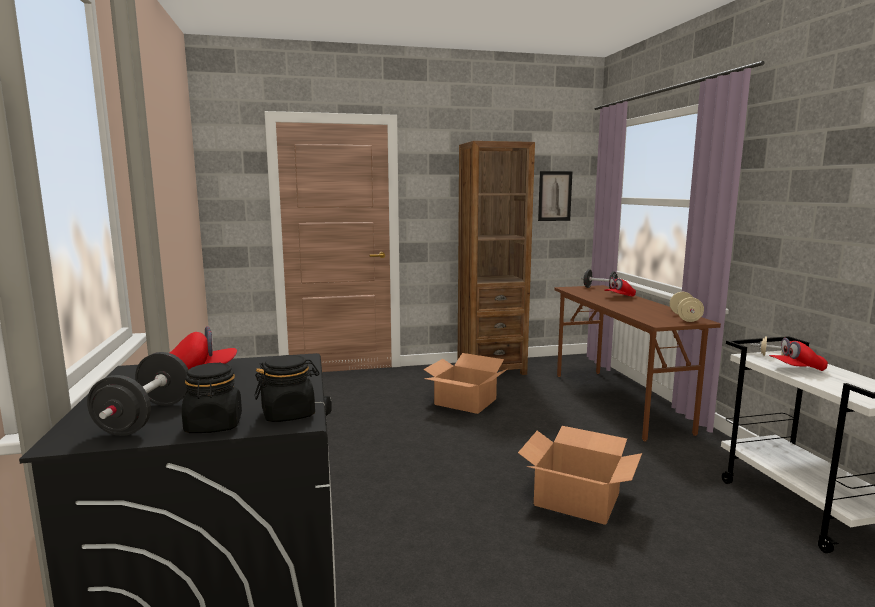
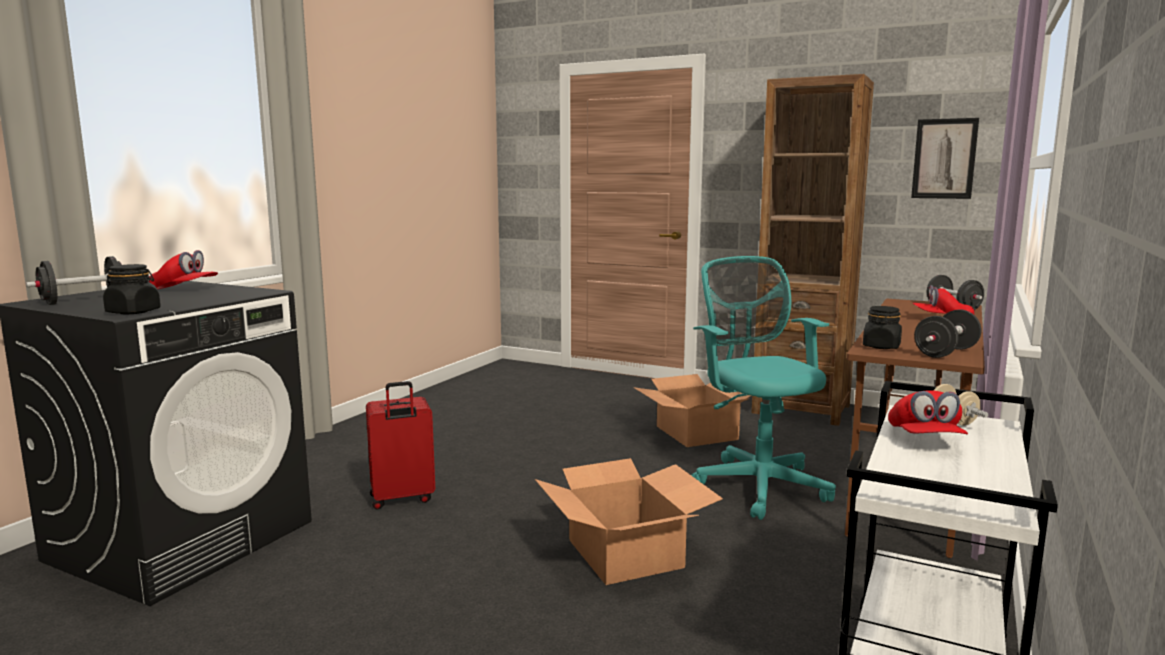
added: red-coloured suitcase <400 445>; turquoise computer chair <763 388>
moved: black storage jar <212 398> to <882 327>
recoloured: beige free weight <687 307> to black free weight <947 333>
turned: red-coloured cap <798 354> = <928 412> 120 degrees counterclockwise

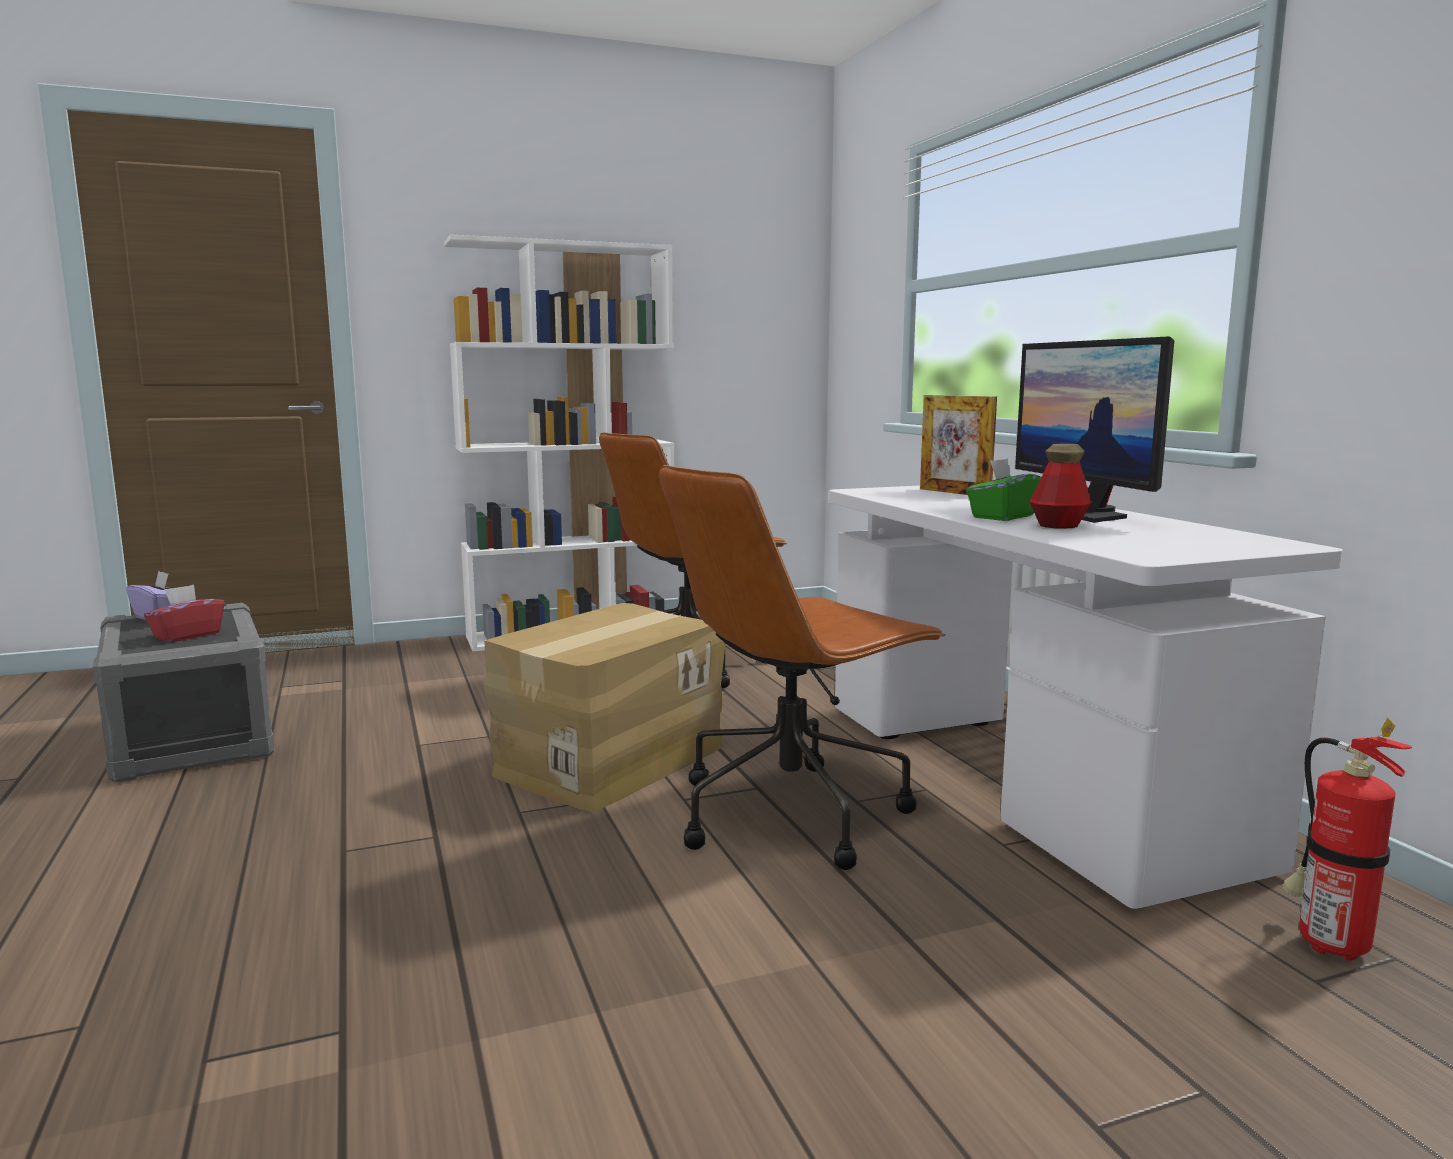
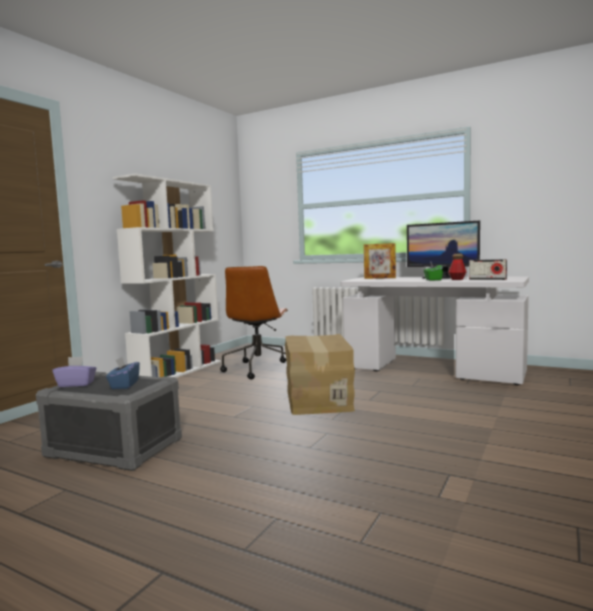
removed: brown-coloured computer chair <802 667>; fire-fighting cylinder <1347 839>
added: radio <488 269>
recoloured: red-coloured tissue box <184 614> to bluish tissue box <123 373>

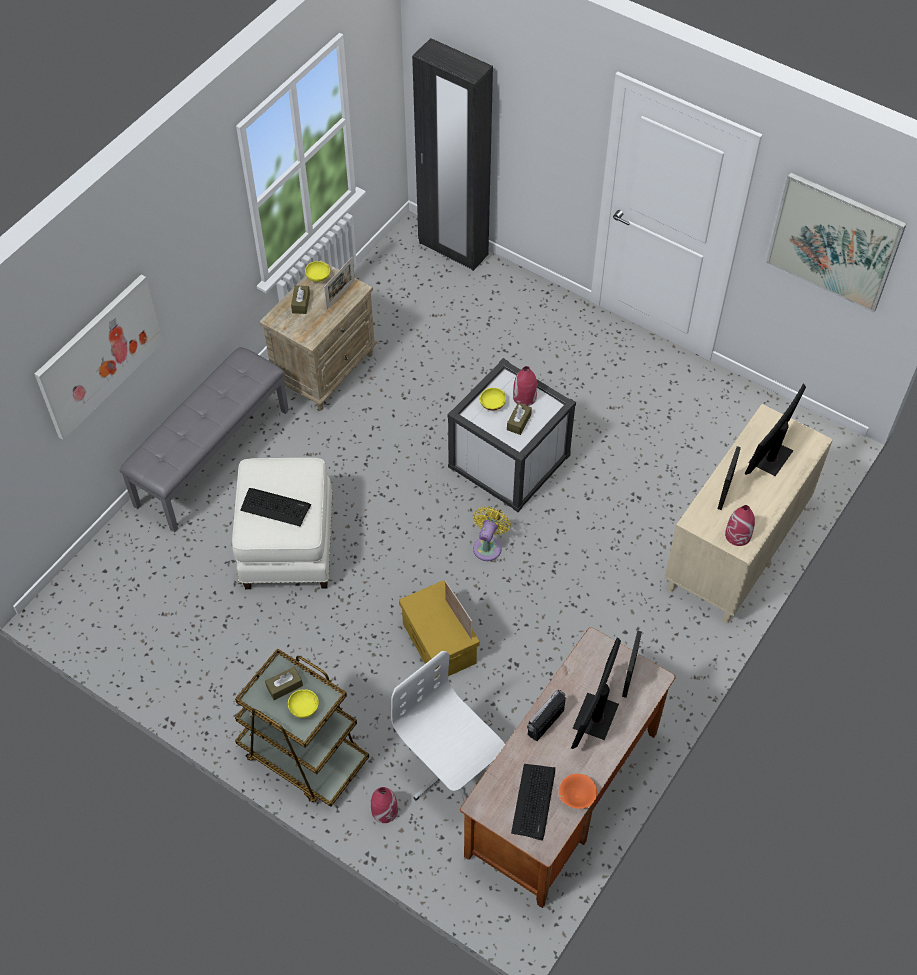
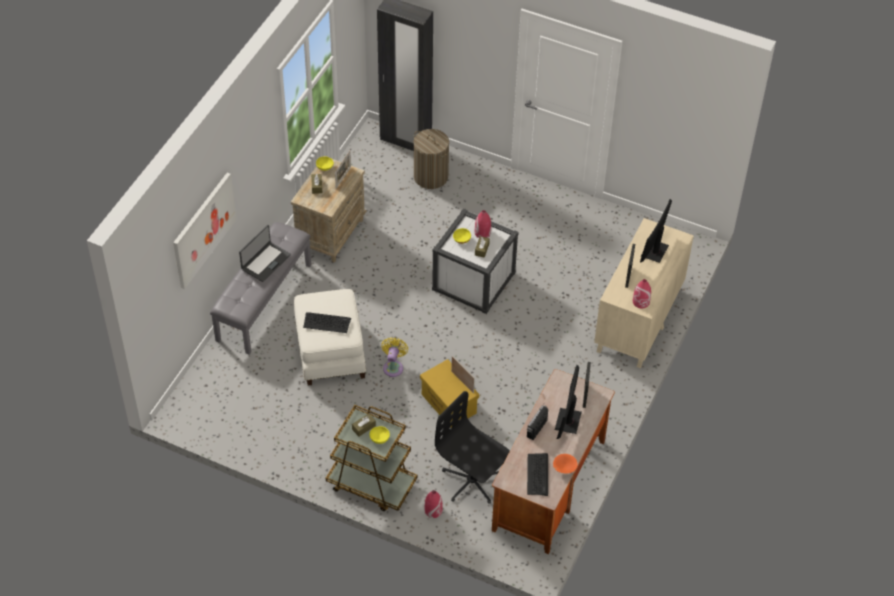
removed: wall picture <836 242>
added: laptop <265 253>; washing basket <431 159>
moved: yellow-coloured cooling fan <492 534> to <394 357>
recoloured: white-coloured computer chair <448 726> to black computer chair <472 447>

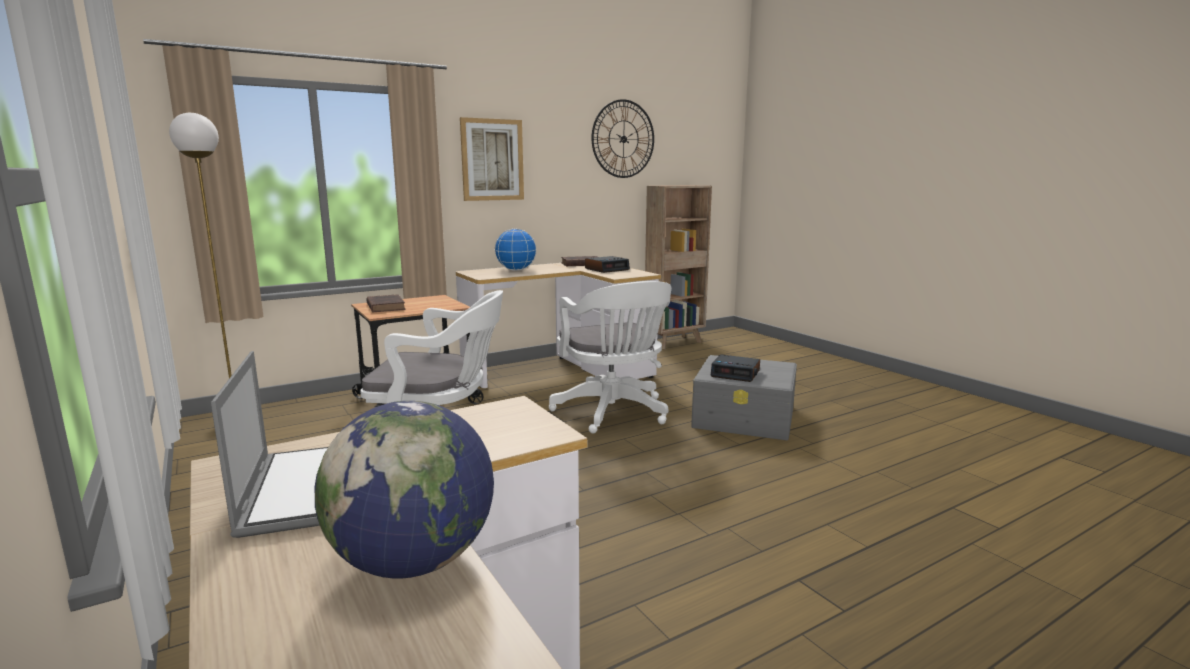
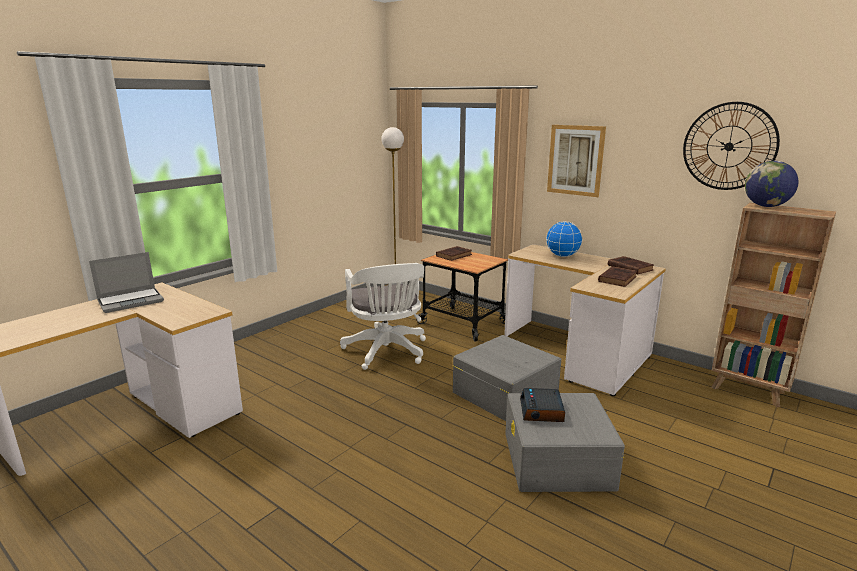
moved: world globe <404 489> to <772 184>
replaced: white-coloured computer chair <609 357> to gray storage bin <506 378>; table clock <607 264> to brown-coloured bound book <617 276>

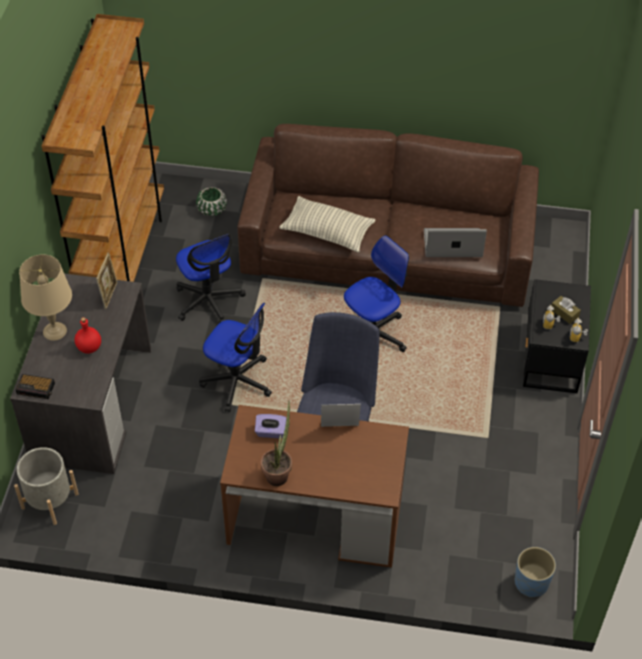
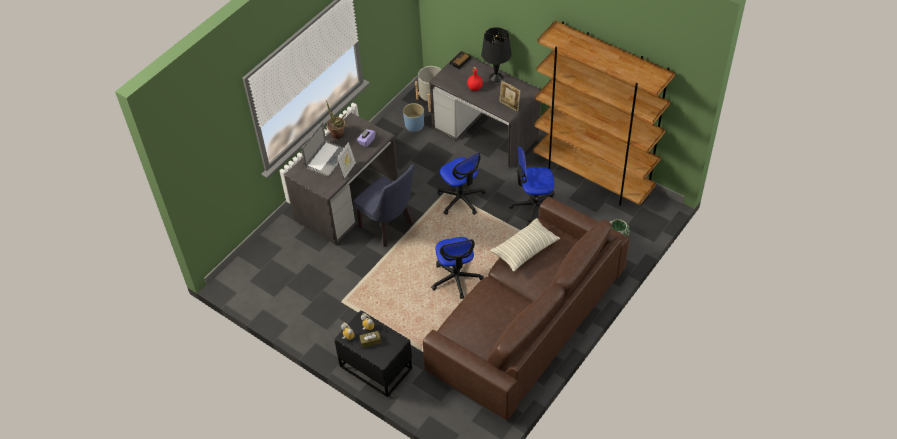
moved: laptop <455 242> to <322 149>; bluish planter <535 572> to <413 117>
recoloured: beige tabletop lamp <45 298> to black tabletop lamp <496 55>; brown-coloured desk table <314 486> to gray desk table <341 179>
turned: computer chair <235 357> = <462 183> 90 degrees counterclockwise

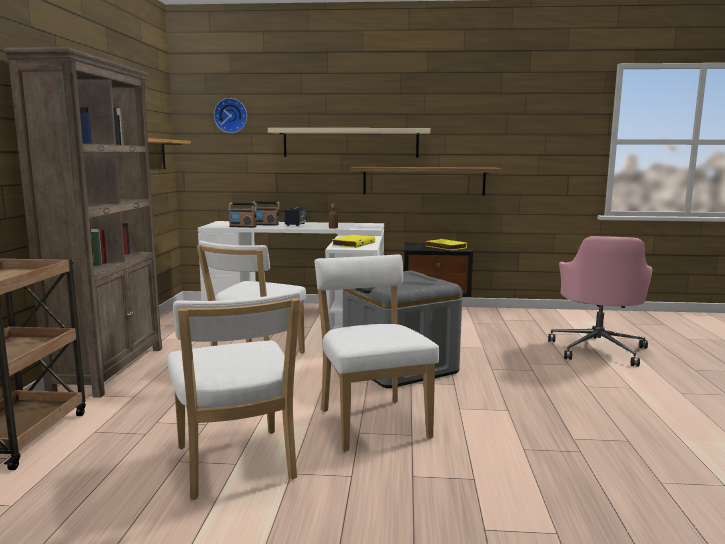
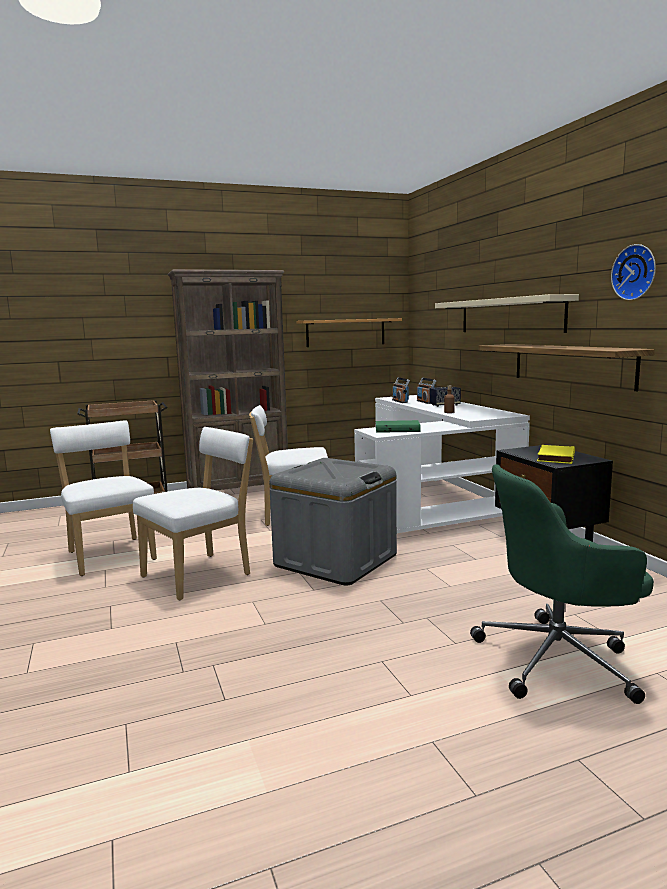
moved: wall clock <230 115> to <633 272>
recoloured: yellow-coloured bound book <353 241> to green-coloured bound book <398 426>; pinkish computer chair <600 301> to green-coloured computer chair <562 584>
turned: white-coloured upright chair <234 395> = <103 498> 105 degrees clockwise

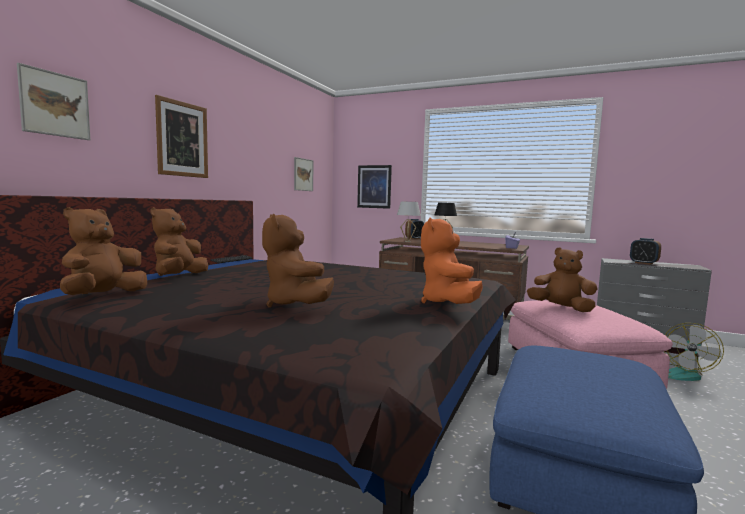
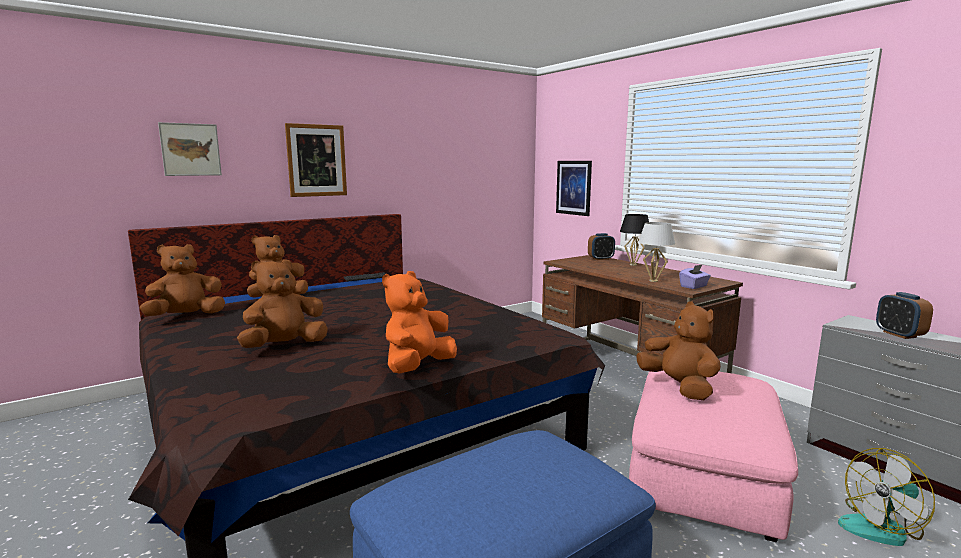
removed: wall picture <304 174>
moved: white-coloured tabletop lamp <409 221> to <656 252>
turned: brown-coloured plush toy <298 260> = <282 303> 45 degrees clockwise

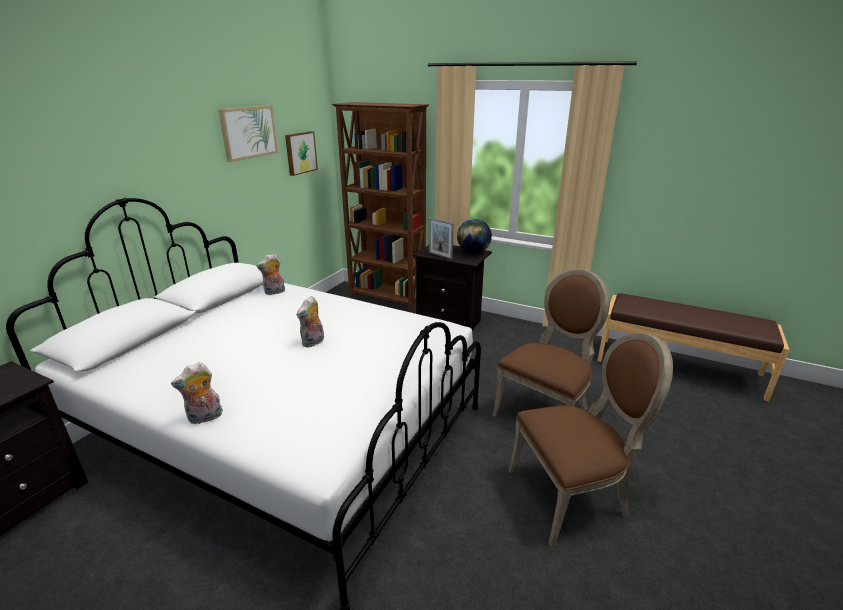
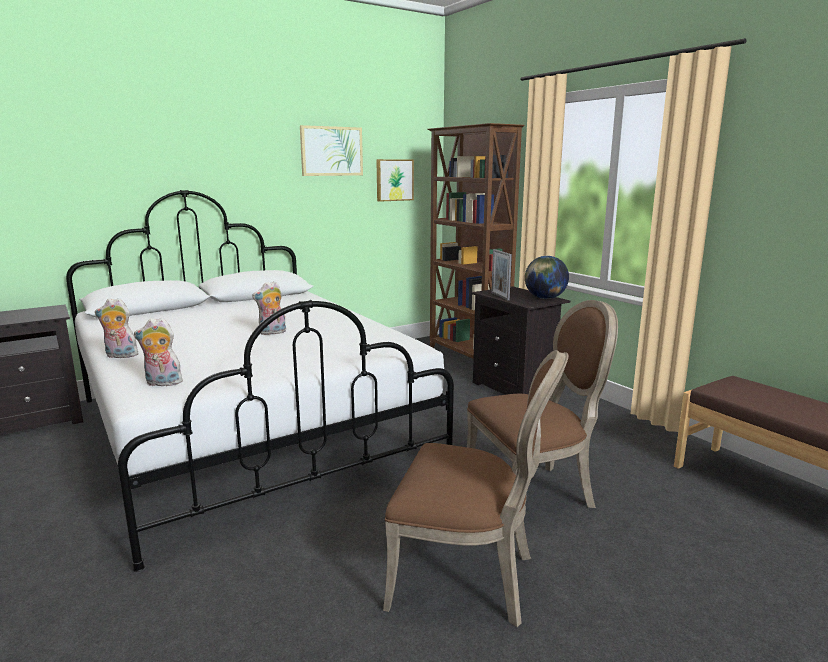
moved: plush toy <270 274> to <158 352>

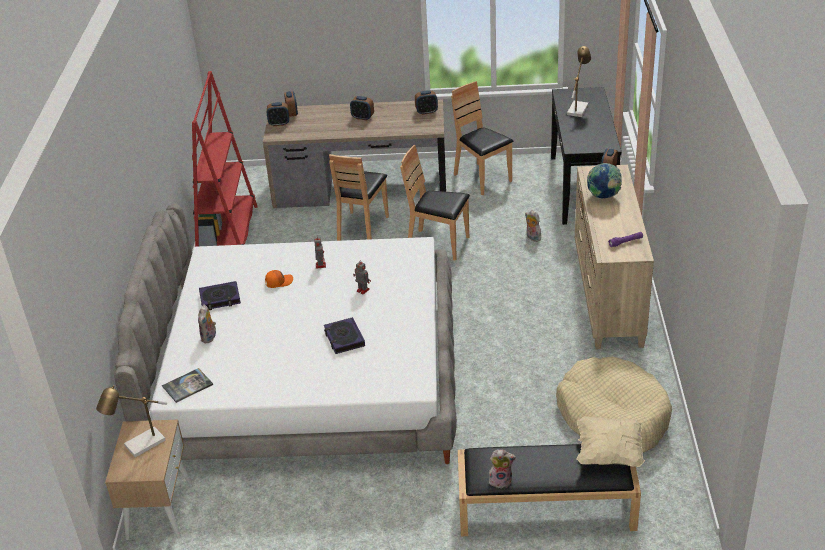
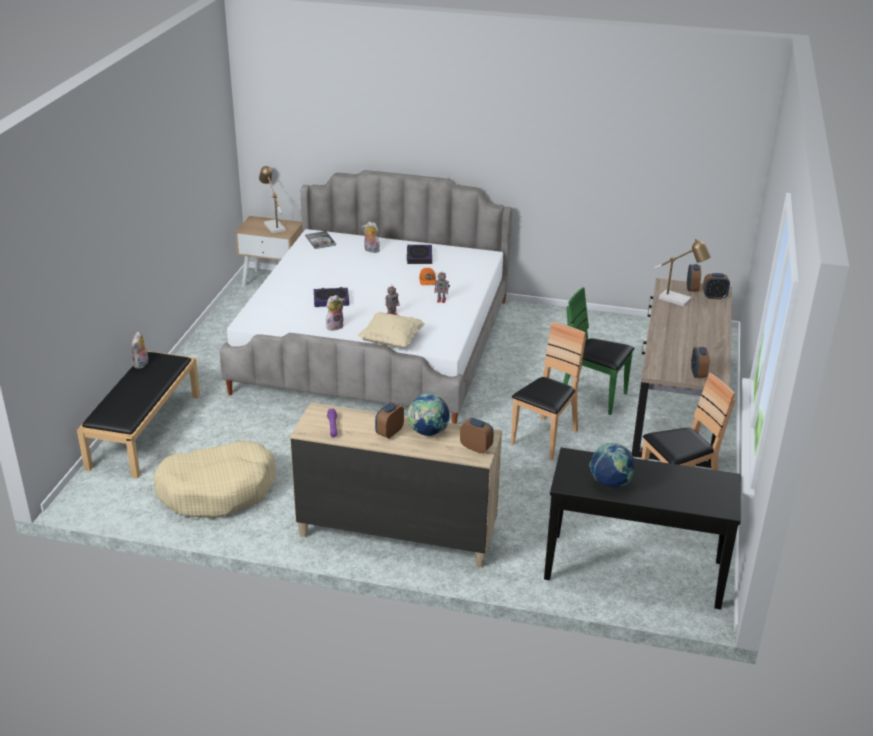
removed: red-coloured bookcase <225 159>
added: world globe <612 465>
moved: table clock <362 108> to <389 420>; plush toy <533 226> to <335 312>; tabletop lamp <579 81> to <682 273>; beige pillow <610 441> to <391 329>
recoloured: brown-coloured upright chair <359 197> to green-coloured upright chair <599 351>

